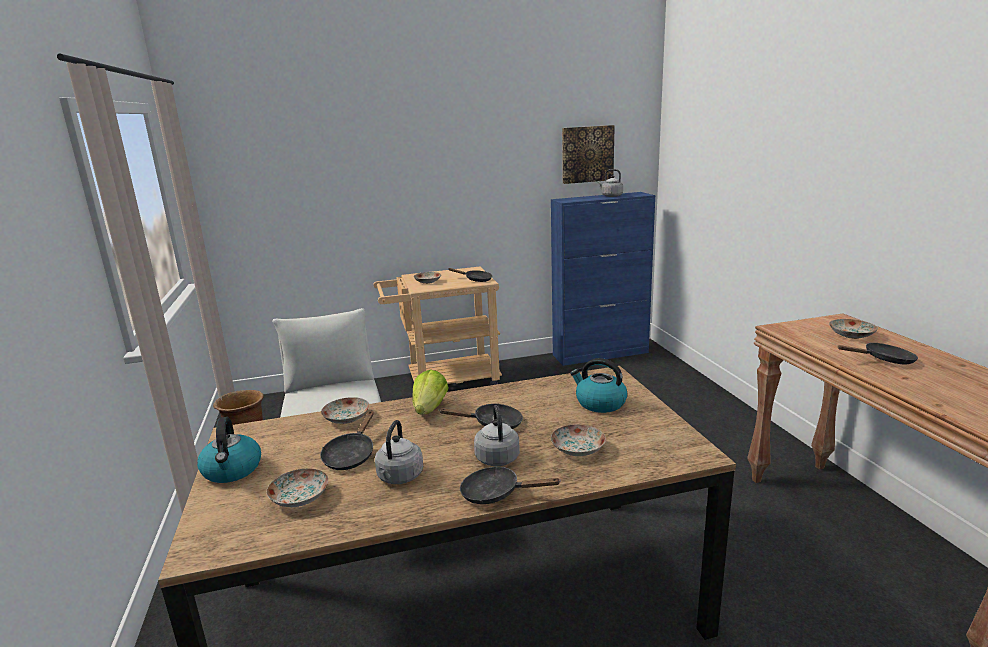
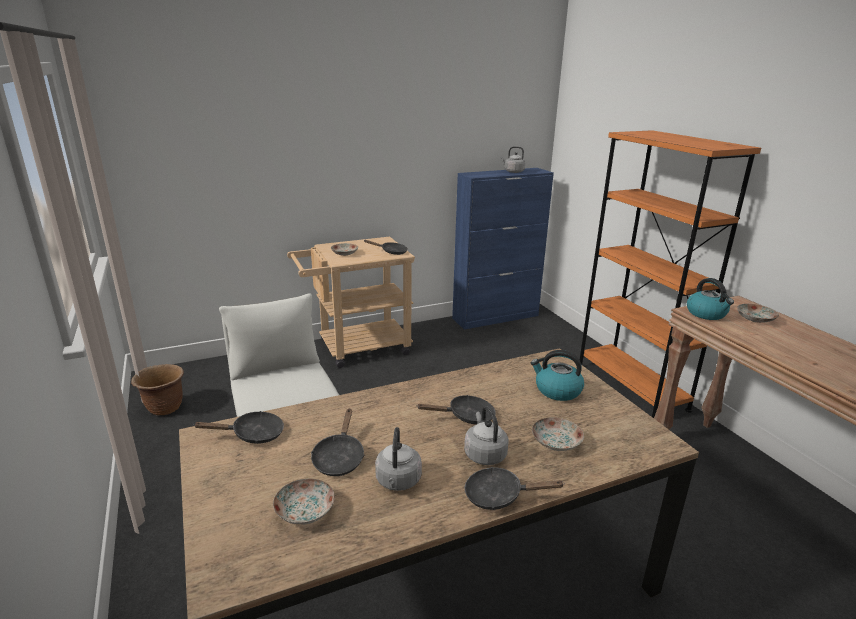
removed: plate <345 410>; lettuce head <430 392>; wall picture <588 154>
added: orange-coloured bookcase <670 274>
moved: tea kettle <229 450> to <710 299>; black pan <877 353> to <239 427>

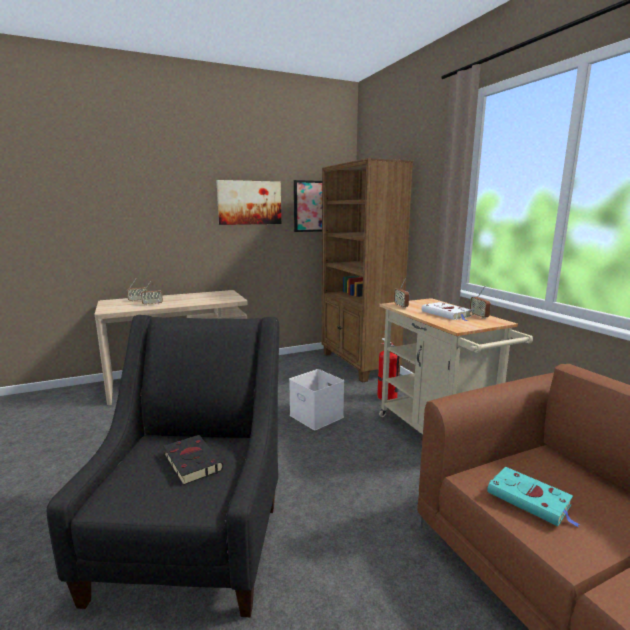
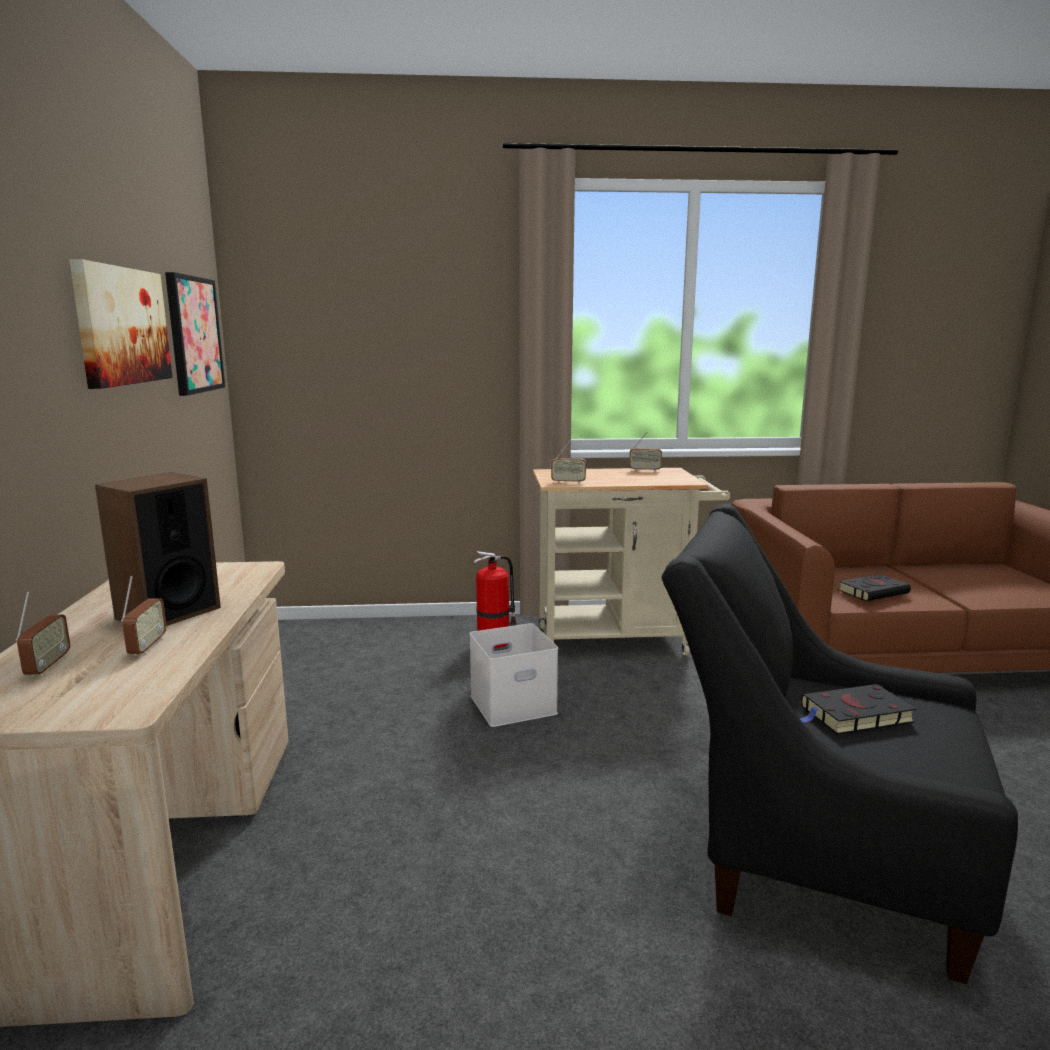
removed: brown-coloured bookcase <367 270>; white-coloured bound book <446 311>
added: loudspeaker <158 549>
recoloured: turquoise bound book <534 497> to black bound book <874 587>

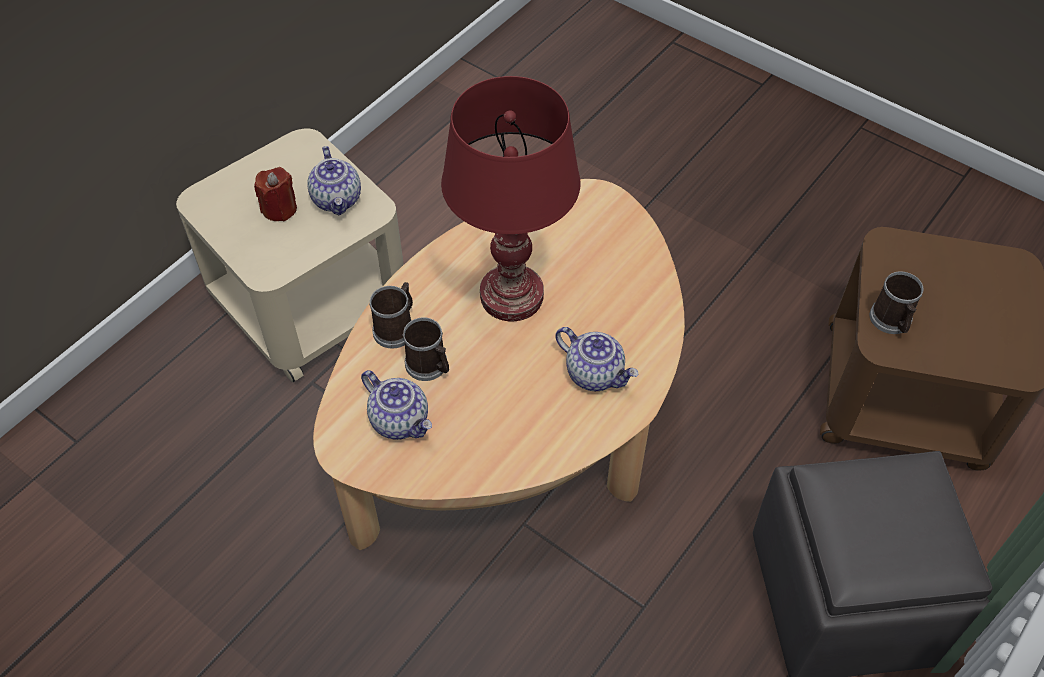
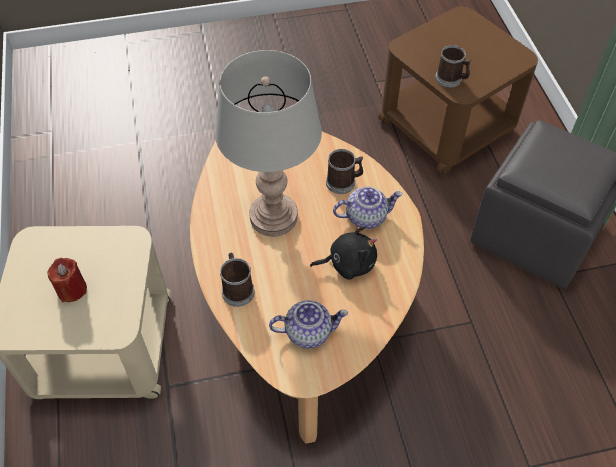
removed: teapot <334 181>
added: black plush toy <343 252>
moved: tea mug <425 349> to <344 171>
recoloured: red-coloured tabletop lamp <511 198> to gray tabletop lamp <268 143>

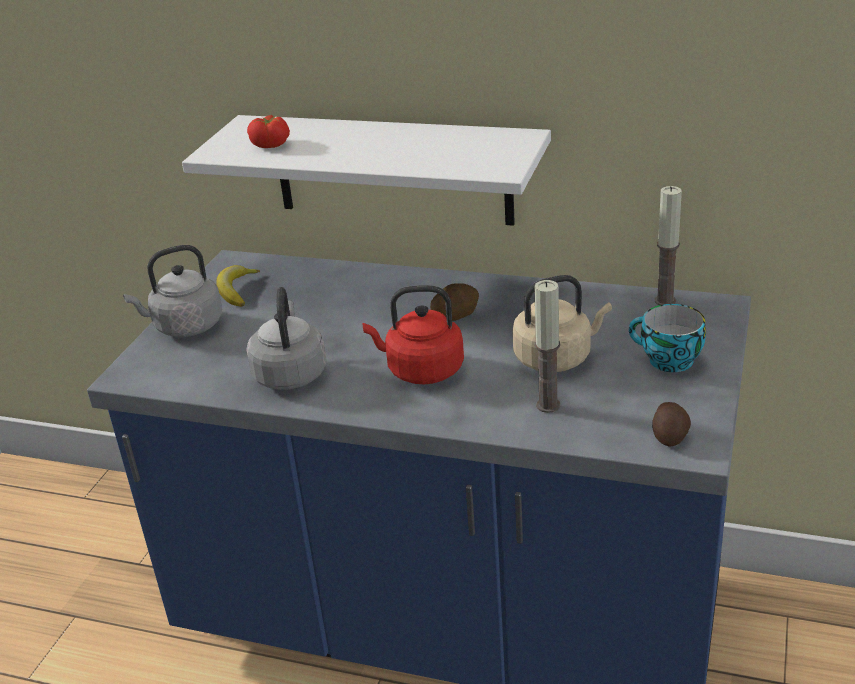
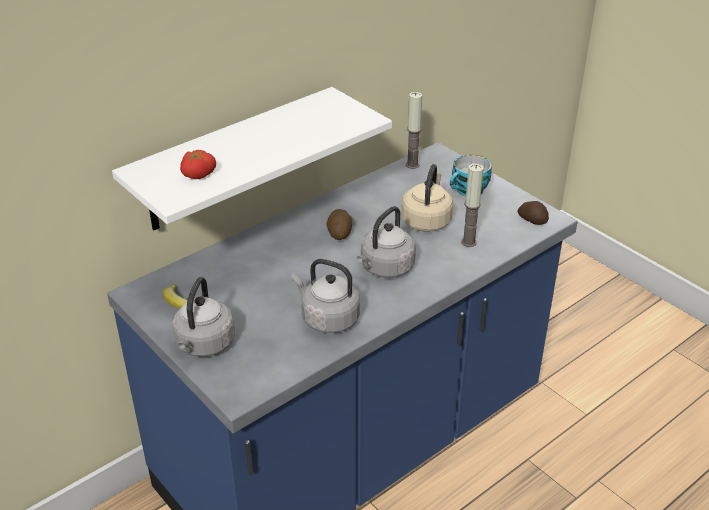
recoloured: red-coloured tea kettle <413 334> to gray tea kettle <386 242>

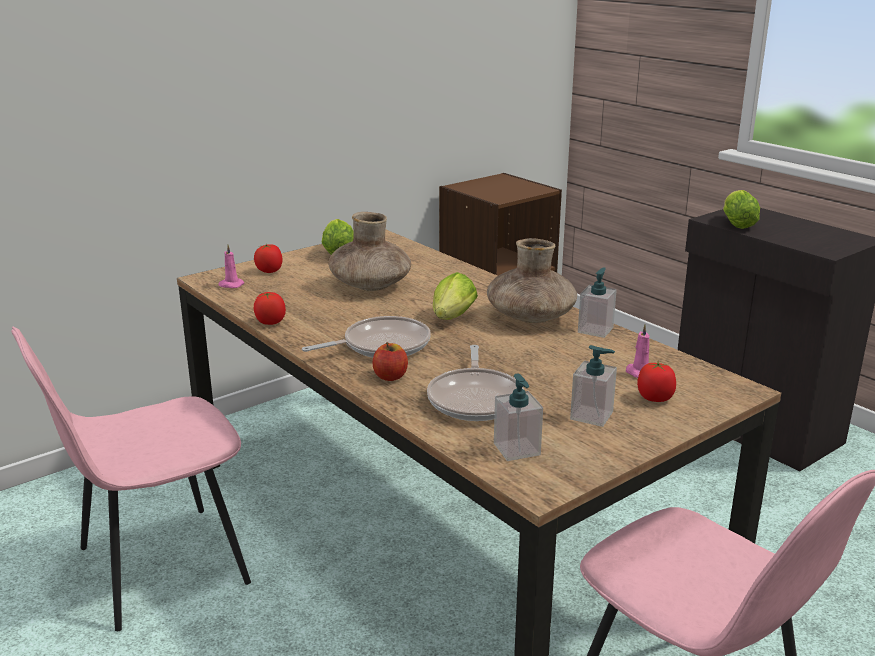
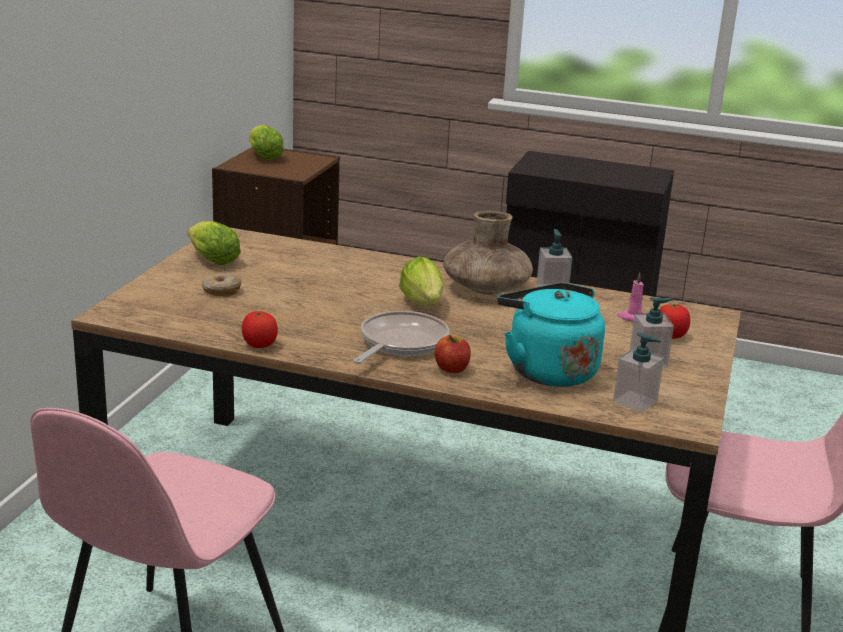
removed: pinkish wax light <231 266>; tomato <268 258>; brown-coloured vase <369 251>
added: donut <221 285>
moved: lettuce head <741 209> to <266 142>
replaced: pan <475 383> to turquoise tea kettle <551 335>

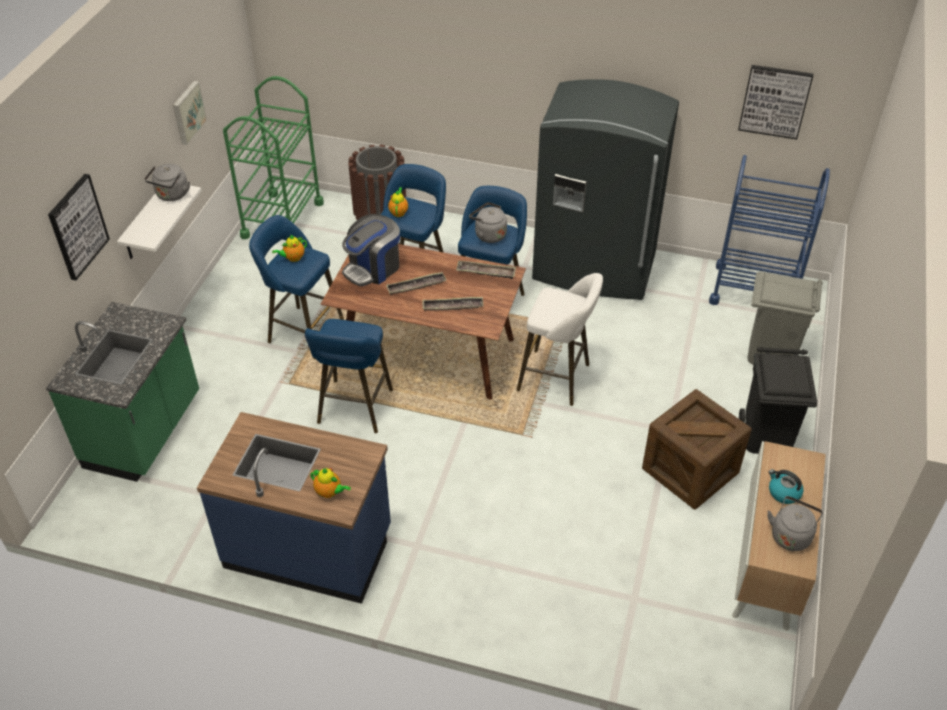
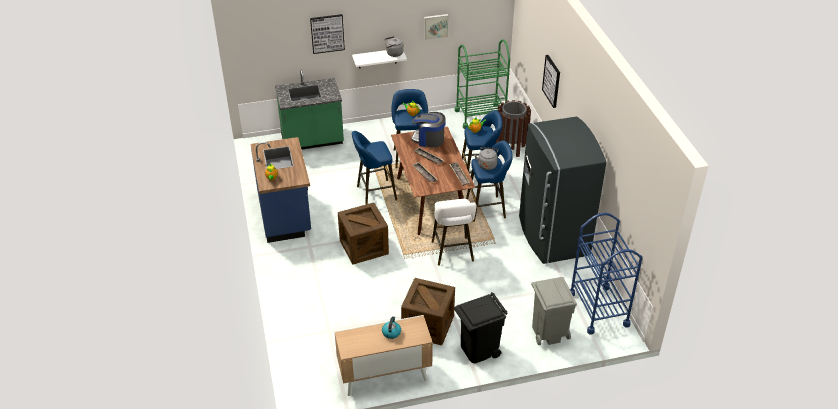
removed: gray tea kettle <795 523>
added: shipping crate <363 233>
moved: wall picture <776 102> to <551 81>

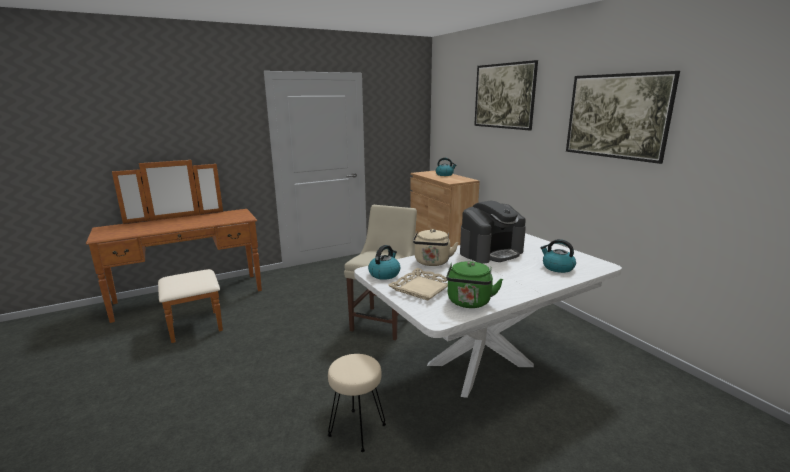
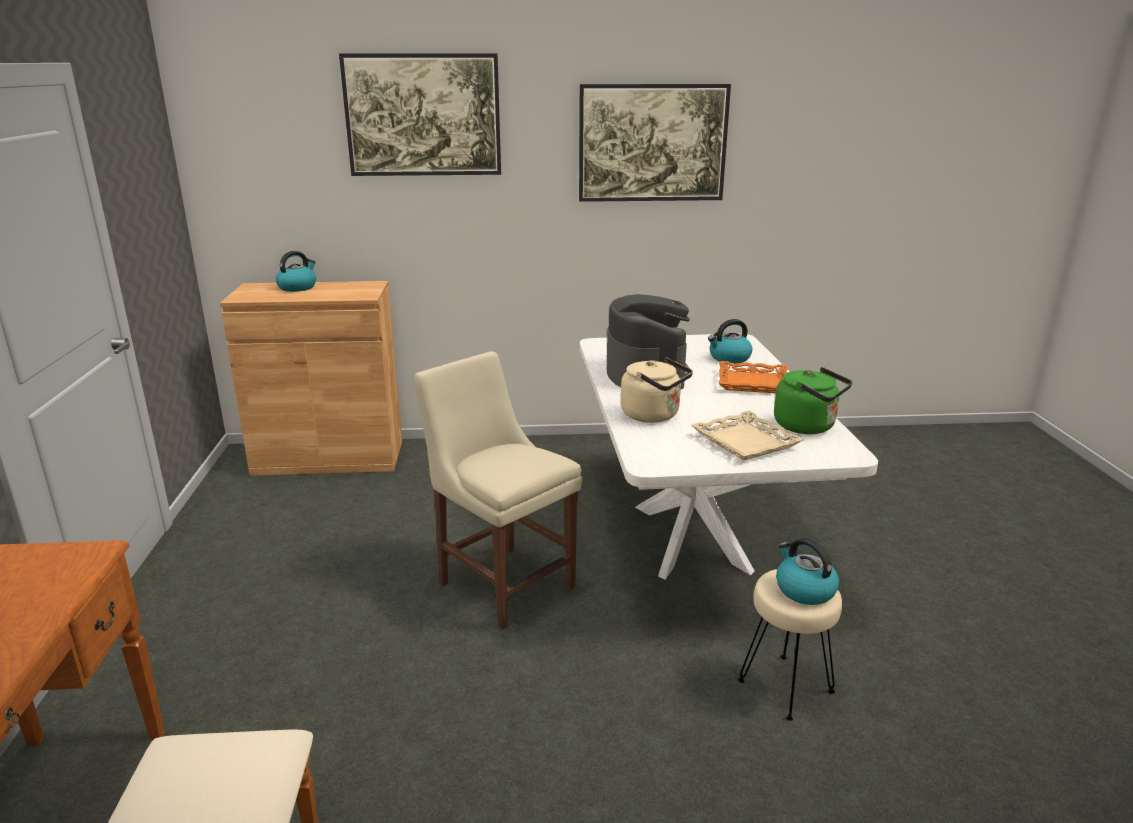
added: orange-coloured carrying tray <753 377>
moved: tea kettle <384 262> to <807 571>

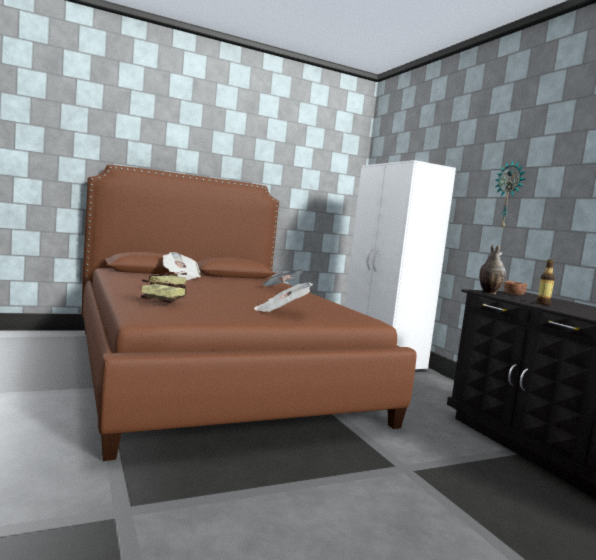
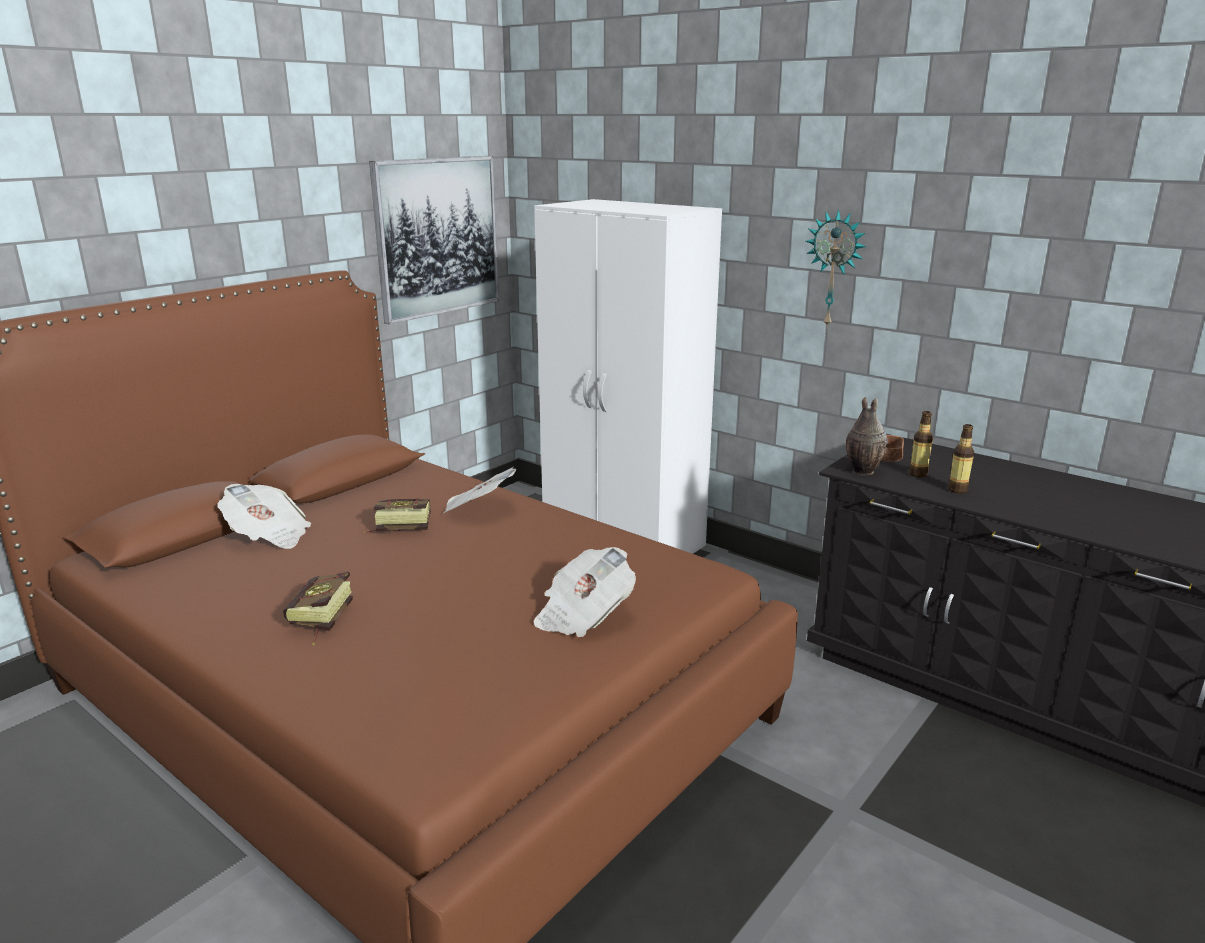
added: wall picture <434 240>; bottle <921 444>
moved: bound book <161 291> to <397 515>

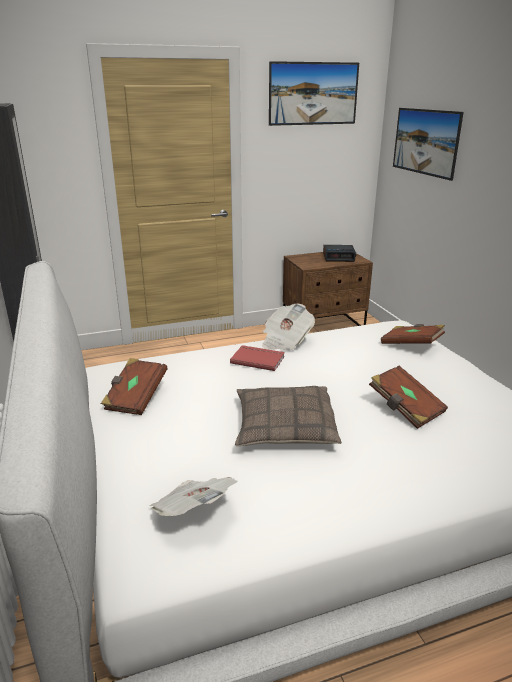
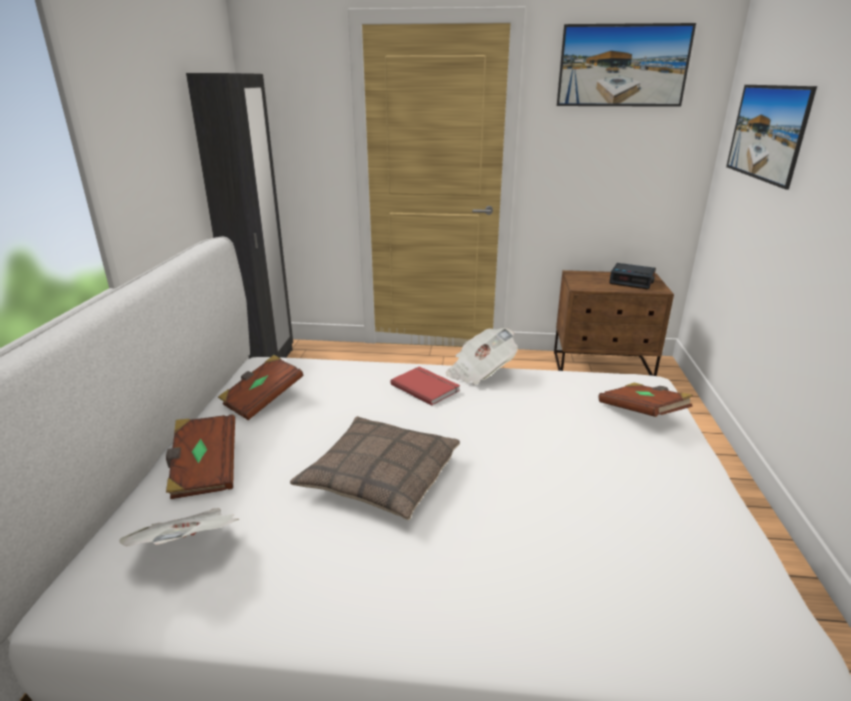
moved: brown-coloured bound book <408 397> to <200 457>

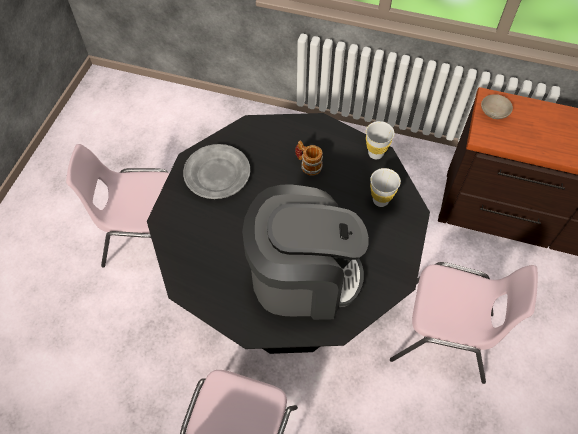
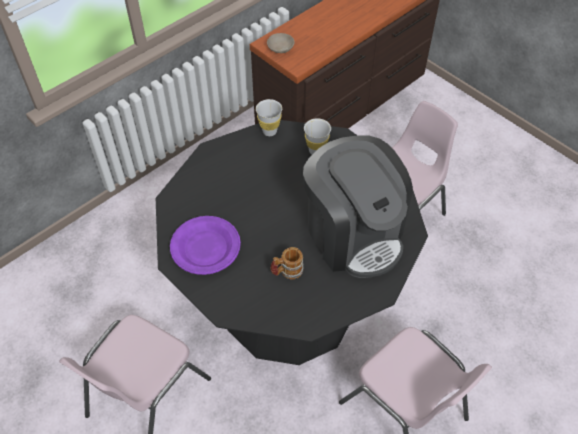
moved: tea mug <309 158> to <287 263>
recoloured: gray plate <216 171> to purple plate <205 245>
turned: coffee maker <305 252> = <358 207> 120 degrees clockwise

